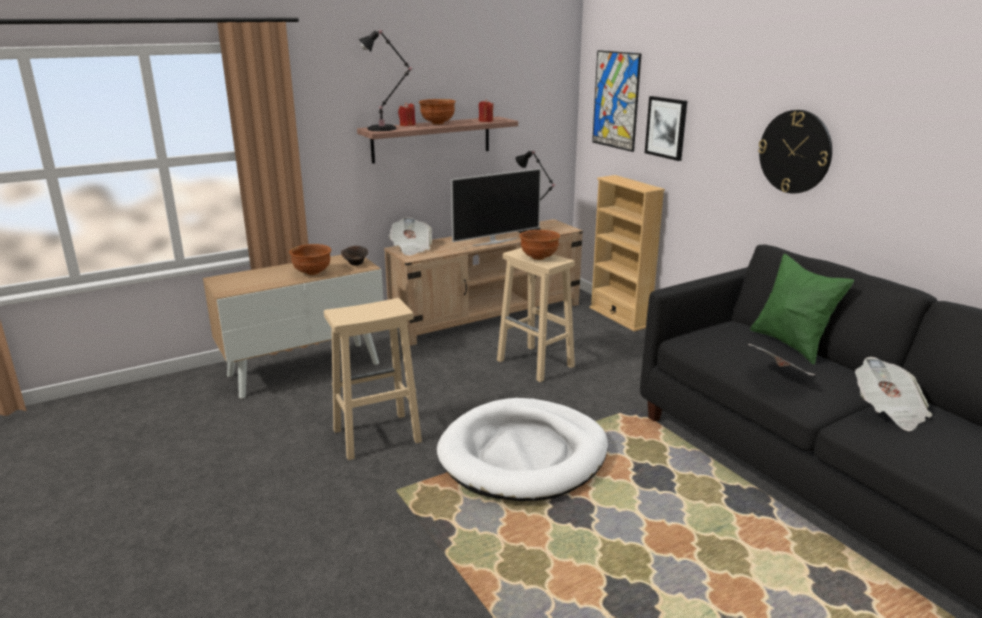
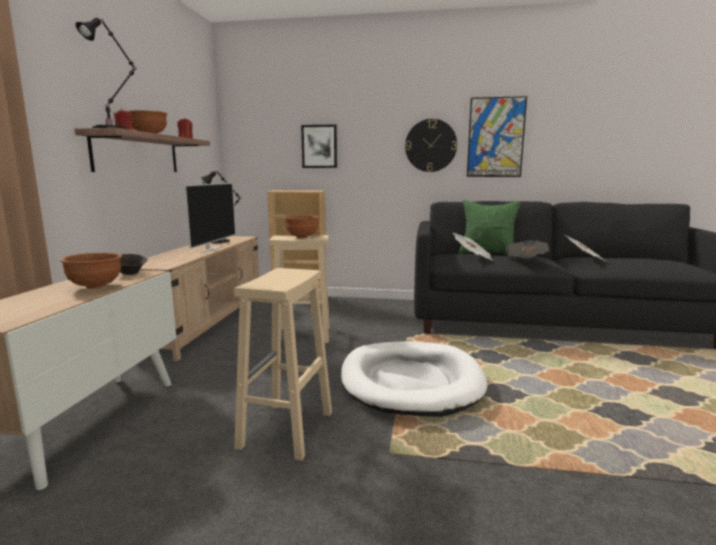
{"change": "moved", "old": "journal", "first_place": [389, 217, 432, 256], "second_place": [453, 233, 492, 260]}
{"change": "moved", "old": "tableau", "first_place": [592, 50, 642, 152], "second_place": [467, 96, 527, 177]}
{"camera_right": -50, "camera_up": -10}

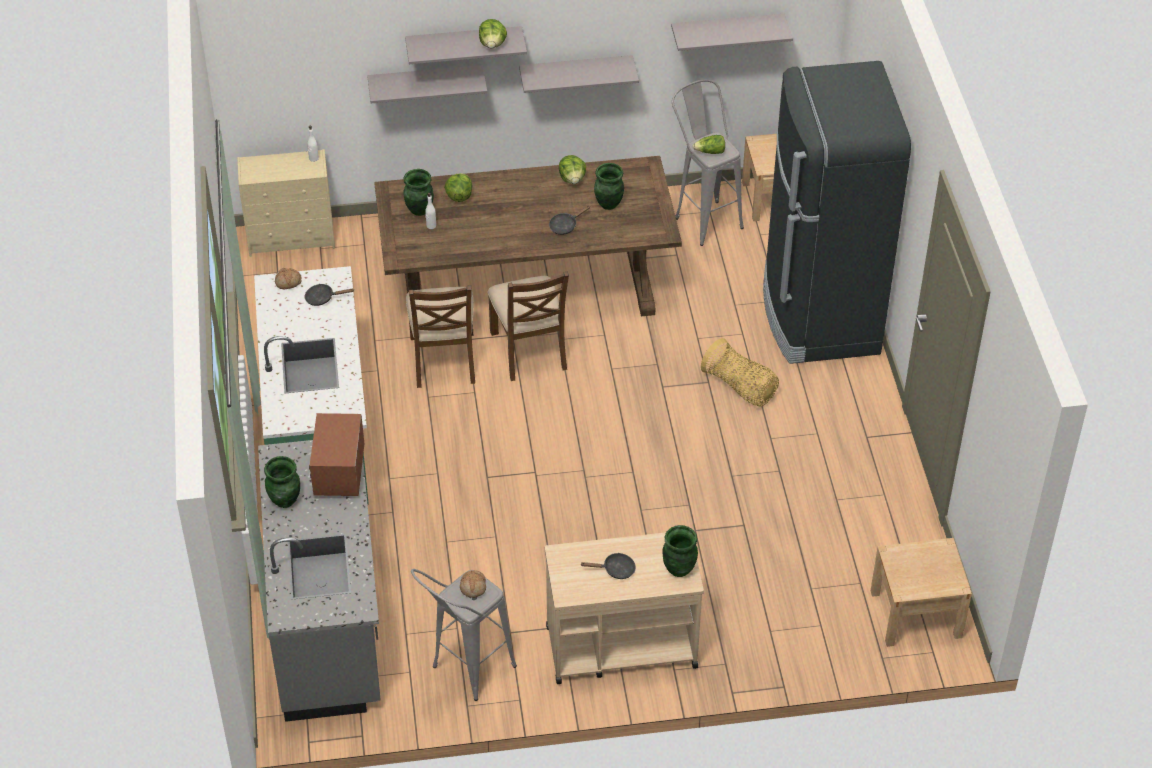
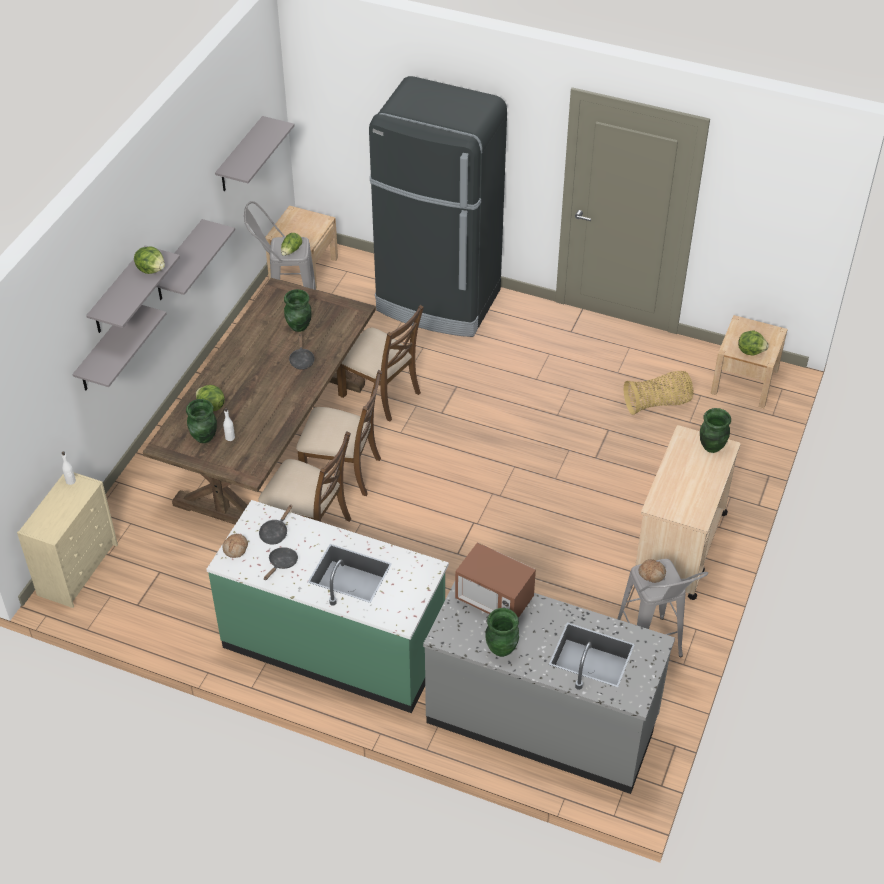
{"change": "moved", "old": "laitue", "first_place": [559, 155, 586, 184], "second_place": [738, 331, 769, 355]}
{"change": "moved", "old": "poêle (noir)", "first_place": [580, 553, 636, 579], "second_place": [264, 547, 298, 580]}
{"change": "moved", "old": "panier", "first_place": [701, 338, 779, 407], "second_place": [624, 371, 694, 415]}
{"change": "added", "new": "chaise (marron)", "second_place": [337, 305, 424, 422]}
{"camera_right": -60, "camera_up": 0}

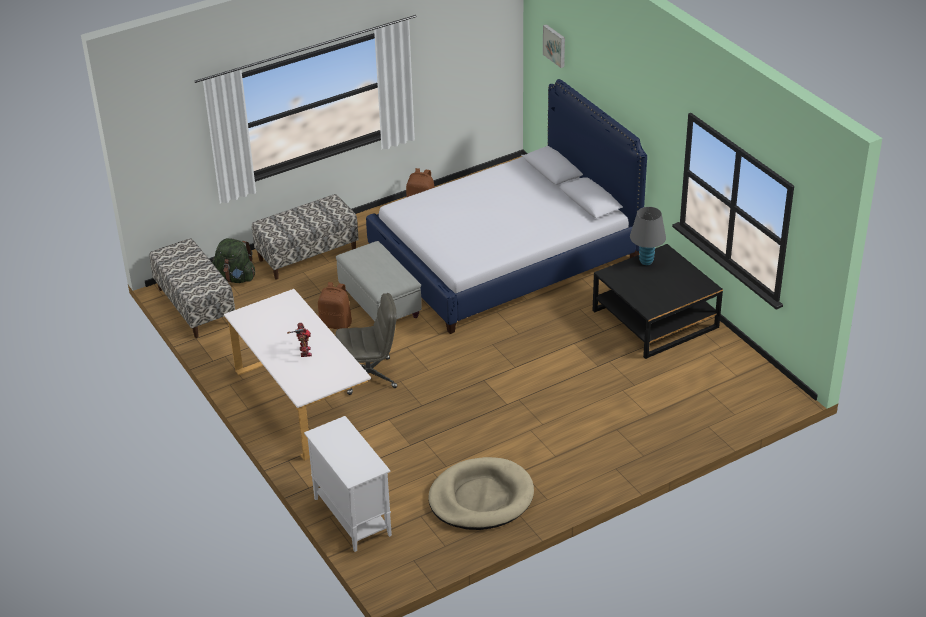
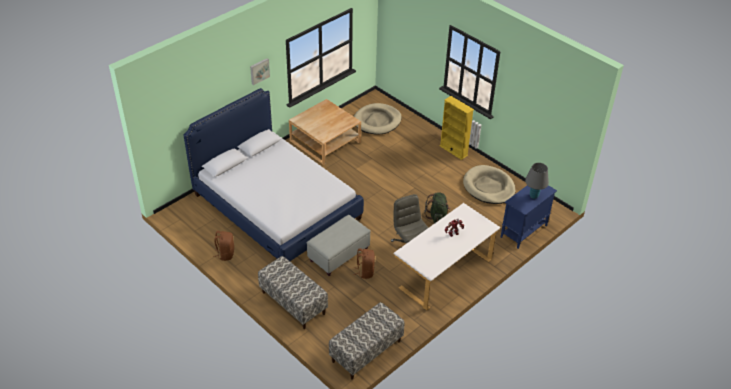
{"change": "moved", "old": "sac à dos (vert)", "first_place": [212, 238, 255, 283], "second_place": [424, 192, 451, 223]}
{"change": "recoloured", "old": "meuble de rangement (blanc)", "new": "meuble de rangement (bleu)", "first_place": [304, 416, 392, 552], "second_place": [501, 185, 557, 249]}
{"change": "moved", "old": "tableau", "first_place": [543, 24, 565, 68], "second_place": [250, 58, 270, 85]}
{"change": "recoloured", "old": "table basse (noir)", "new": "table basse (beige)", "first_place": [592, 244, 723, 359], "second_place": [289, 99, 361, 165]}
{"change": "moved", "old": "lampe de table (gris)", "first_place": [630, 207, 666, 265], "second_place": [525, 163, 549, 199]}
{"change": "added", "new": "panier pour chien (beige)", "second_place": [354, 103, 402, 134]}
{"change": "added", "new": "bibliothèque (jaune)", "second_place": [440, 96, 474, 160]}
{"camera_right": -105, "camera_up": 5}

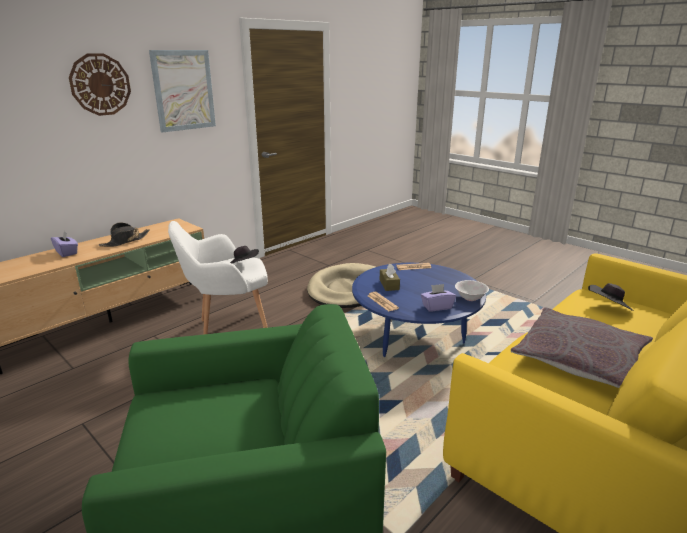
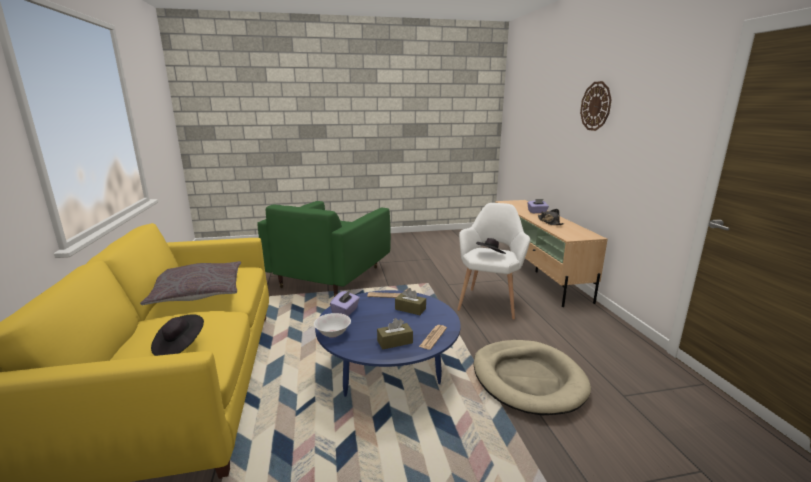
{"change": "removed", "old": "tableau", "first_place": [149, 50, 216, 132]}
{"change": "added", "new": "boîte à mouchoirs (marron)", "second_place": [377, 318, 413, 350]}
{"camera_right": 125, "camera_up": -5}

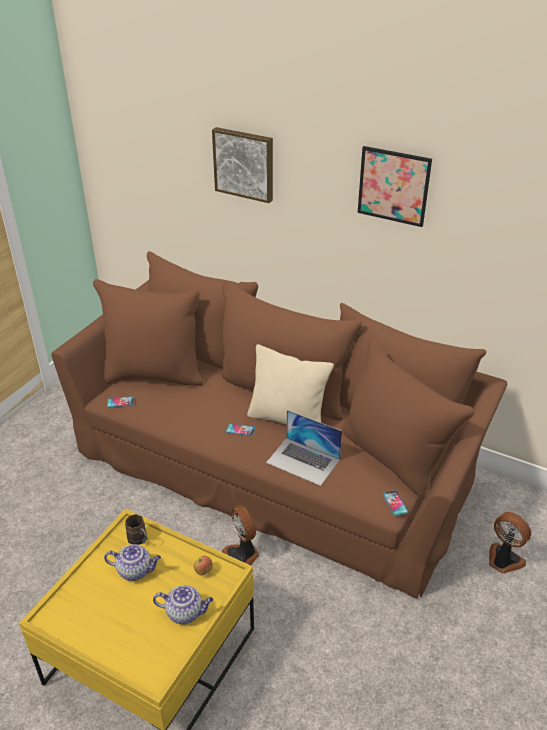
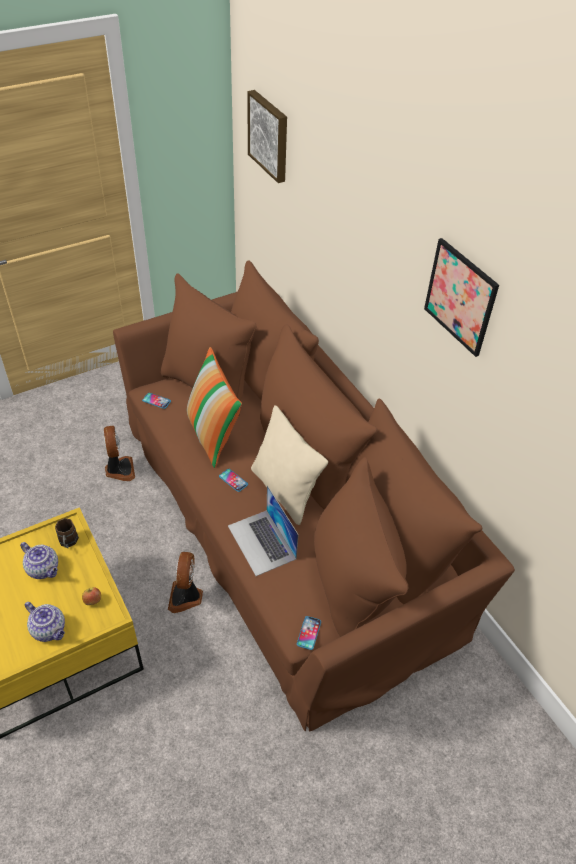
{"change": "moved", "old": "tableau", "first_place": [212, 127, 273, 203], "second_place": [247, 90, 287, 183]}
{"change": "moved", "old": "ventilateur", "first_place": [489, 512, 531, 574], "second_place": [104, 426, 135, 481]}
{"change": "added", "new": "coussin", "second_place": [187, 347, 242, 468]}
{"camera_right": 30, "camera_up": 10}

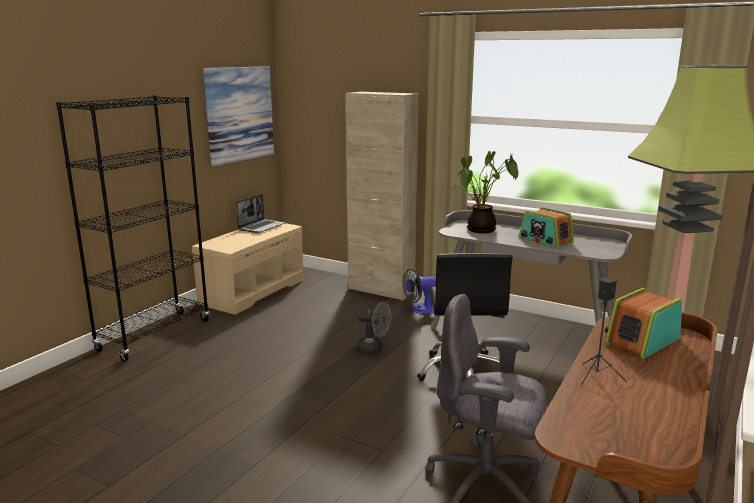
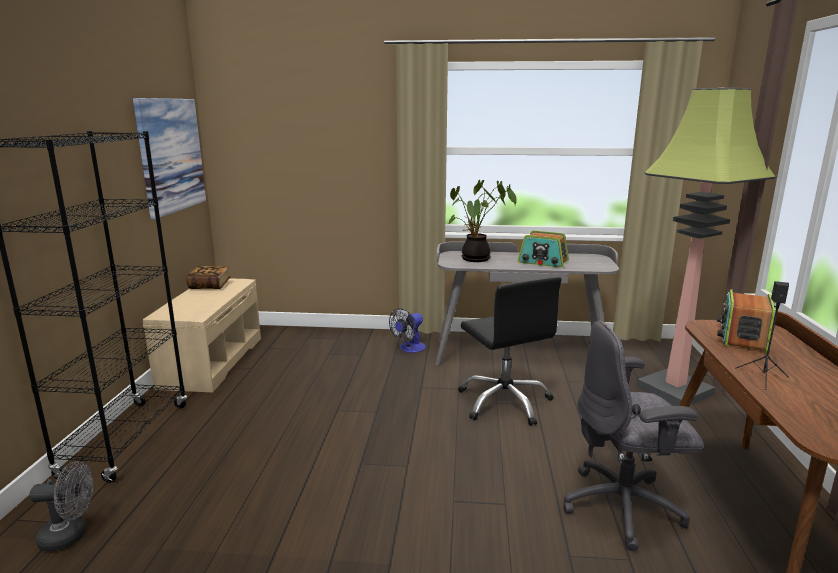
{"change": "replaced", "old": "ordinateur portable", "new": "livre", "first_place": [236, 194, 285, 233], "second_place": [186, 266, 230, 289]}
{"change": "removed", "old": "meuble de rangement (beige)", "first_place": [345, 92, 419, 301]}
{"change": "moved", "old": "ventilateur (gris)", "first_place": [356, 302, 391, 354], "second_place": [29, 461, 93, 551]}
{"camera_right": -25, "camera_up": 0}

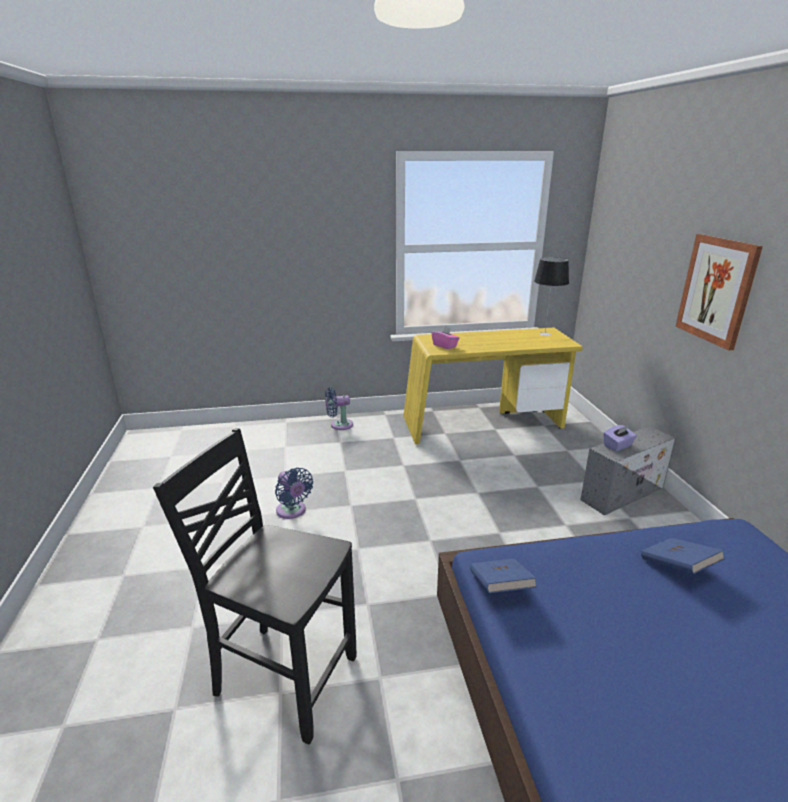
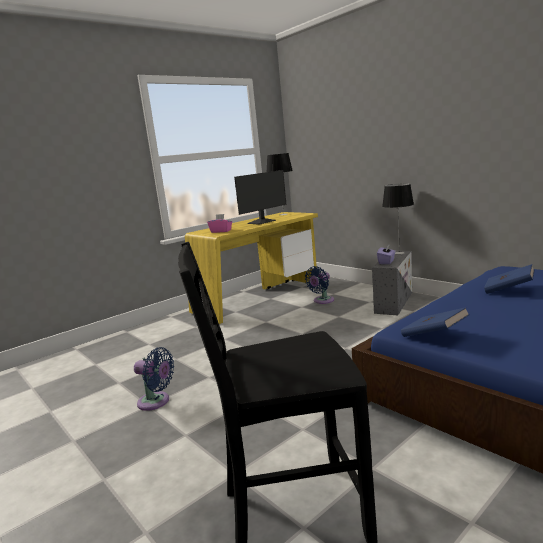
{"change": "moved", "old": "ventilateur (bleu)", "first_place": [325, 387, 353, 430], "second_place": [305, 266, 334, 304]}
{"change": "removed", "old": "tableau", "first_place": [675, 234, 763, 350]}
{"change": "added", "new": "écran d'ordinateur", "second_place": [234, 170, 286, 225]}
{"change": "added", "new": "lampe de table", "second_place": [382, 183, 414, 254]}
{"camera_right": -30, "camera_up": -10}

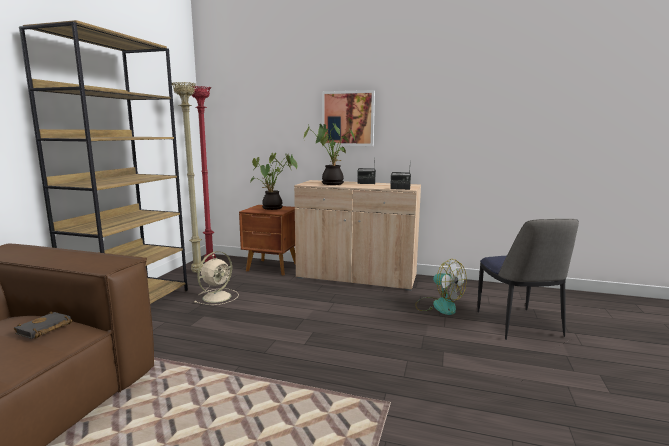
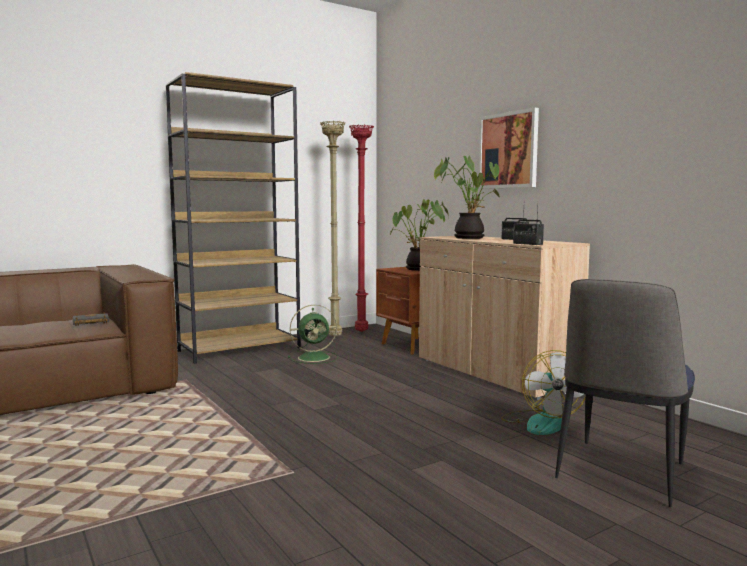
{"change": "recoloured", "old": "ventilateur (beige)", "new": "ventilateur (vert)", "first_place": [194, 251, 239, 305], "second_place": [288, 305, 338, 364]}
{"camera_right": 40, "camera_up": -5}

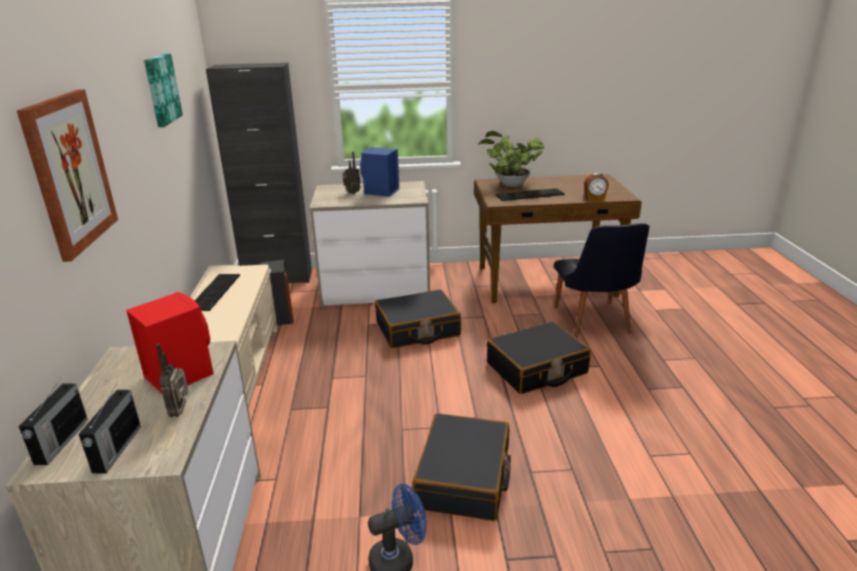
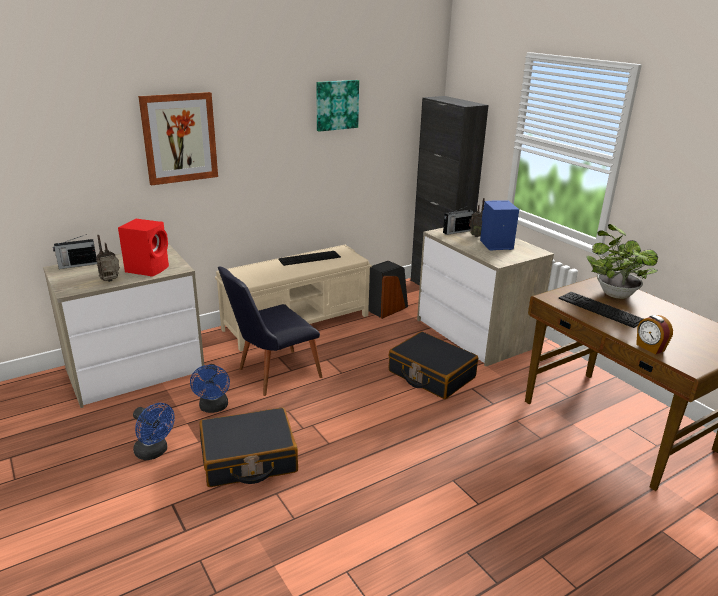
{"change": "moved", "old": "radio", "first_place": [79, 385, 141, 474], "second_place": [443, 206, 474, 235]}
{"change": "removed", "old": "valise (noir)", "first_place": [487, 322, 591, 394]}
{"change": "moved", "old": "chaise (noir)", "first_place": [554, 223, 650, 338], "second_place": [218, 266, 322, 396]}
{"change": "added", "new": "ventilateur (bleu)", "second_place": [190, 364, 230, 413]}
{"camera_right": 60, "camera_up": 0}

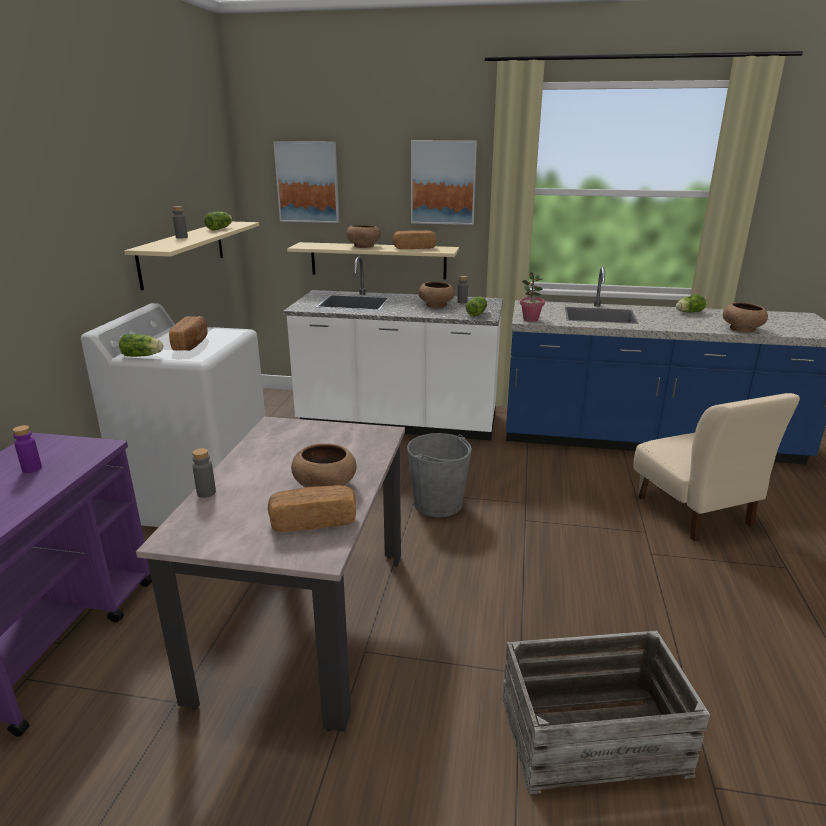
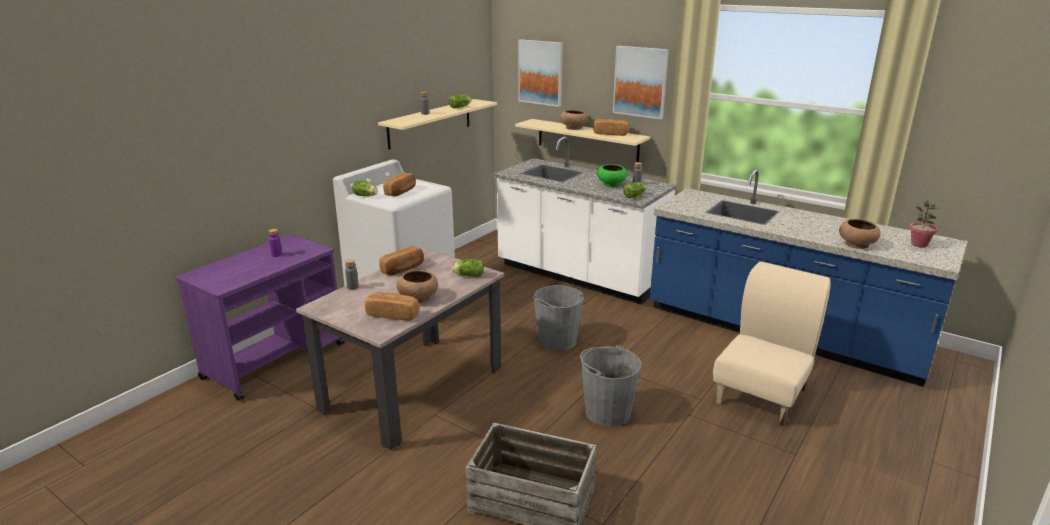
{"change": "recoloured", "old": "bol (marron)", "new": "bol (vert)", "first_place": [418, 281, 454, 308], "second_place": [597, 164, 627, 187]}
{"change": "moved", "old": "plante en pot", "first_place": [520, 272, 545, 322], "second_place": [909, 199, 938, 248]}
{"change": "turned", "old": "chaise (beige)", "first_place": [633, 393, 800, 541], "second_place": [713, 262, 831, 426], "degrees": -150}
{"change": "moved", "old": "laitue", "first_place": [676, 295, 706, 313], "second_place": [452, 259, 484, 277]}
{"change": "added", "new": "pain", "second_place": [379, 246, 424, 276]}
{"change": "added", "new": "seau (gris)", "second_place": [580, 345, 641, 427]}
{"camera_right": 25, "camera_up": 0}

